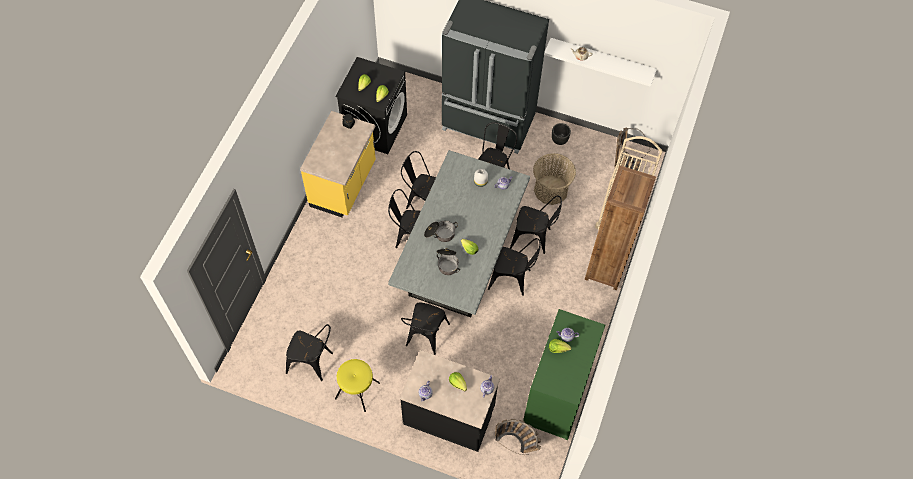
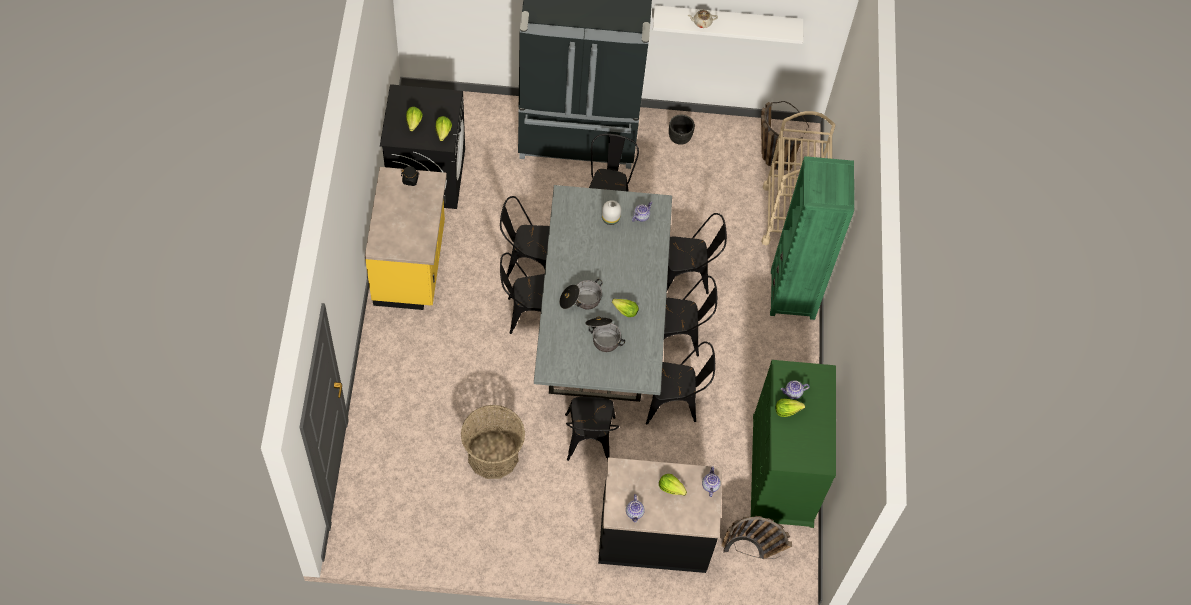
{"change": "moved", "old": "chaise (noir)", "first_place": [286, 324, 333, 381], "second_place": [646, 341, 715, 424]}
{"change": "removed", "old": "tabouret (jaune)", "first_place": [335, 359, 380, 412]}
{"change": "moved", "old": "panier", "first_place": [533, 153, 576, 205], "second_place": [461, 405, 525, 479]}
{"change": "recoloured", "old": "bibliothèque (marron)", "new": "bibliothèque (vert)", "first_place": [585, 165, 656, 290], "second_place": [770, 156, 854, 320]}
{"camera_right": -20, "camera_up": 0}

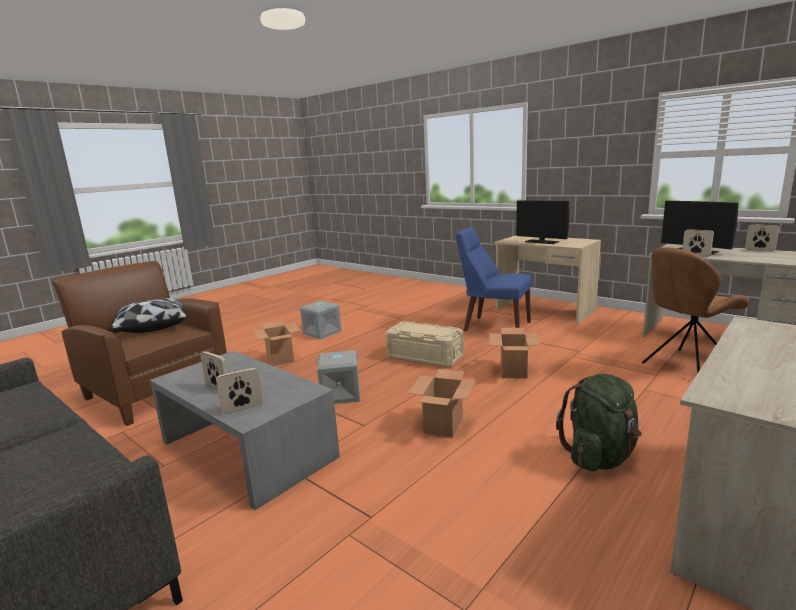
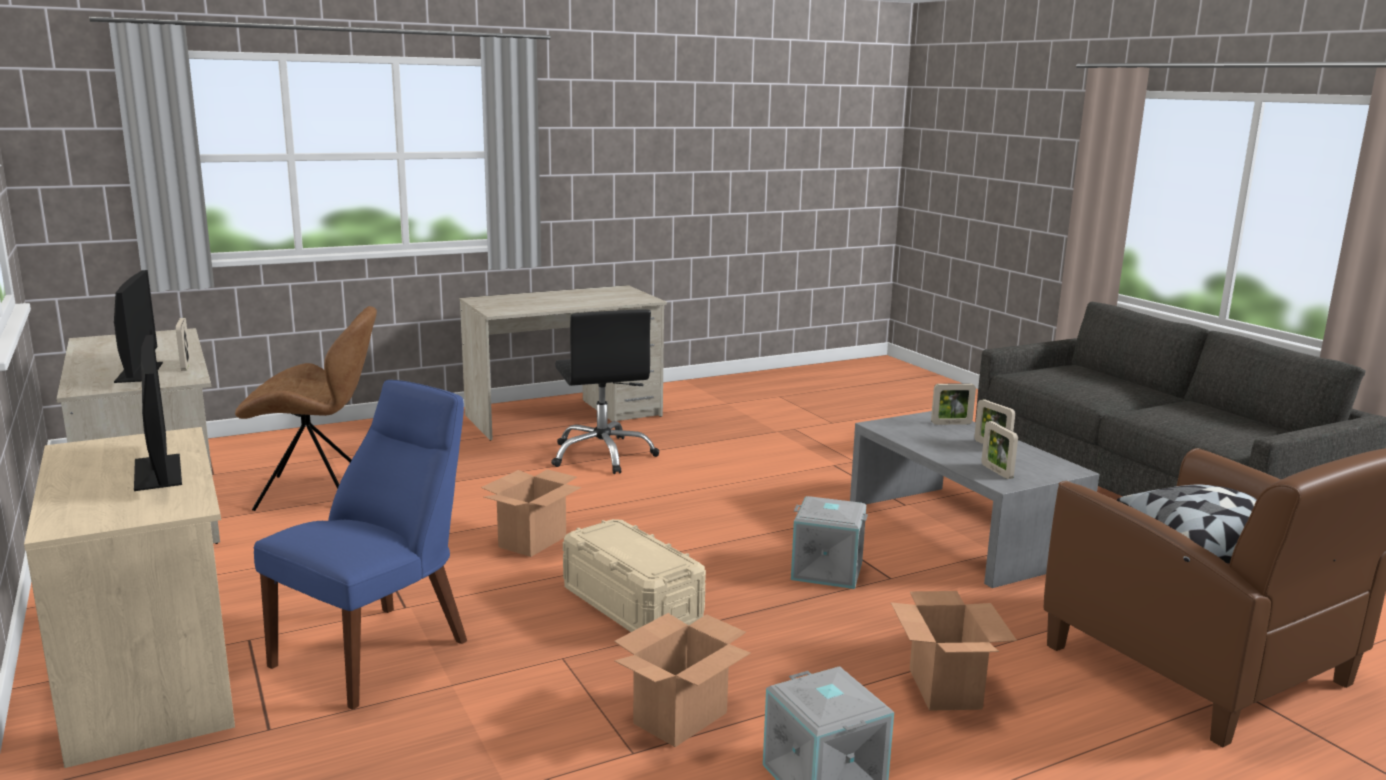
{"change": "moved", "old": "carton", "first_place": [408, 369, 476, 438], "second_place": [614, 613, 751, 747]}
{"change": "turned", "old": "chaise (bleu)", "first_place": [456, 227, 532, 331], "second_place": [254, 380, 467, 710], "degrees": -105}
{"change": "replaced", "old": "sac à dos (vert)", "new": "chaise de bureau (noir)", "first_place": [556, 373, 642, 471], "second_place": [551, 309, 659, 474]}
{"change": "moved", "old": "cadre photo", "first_place": [745, 224, 779, 251], "second_place": [982, 421, 1018, 479]}
{"camera_right": -160, "camera_up": 0}

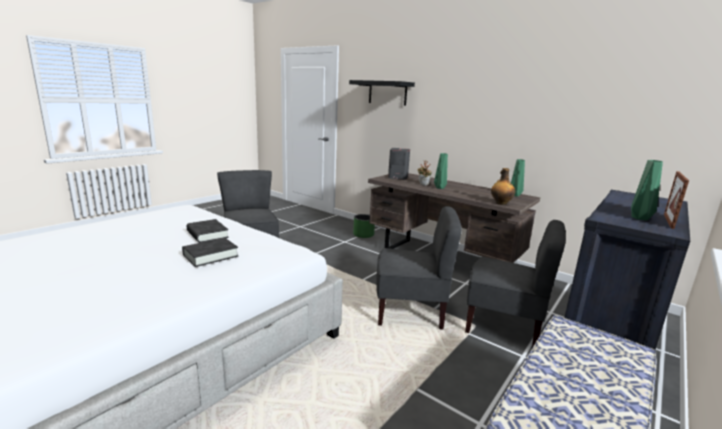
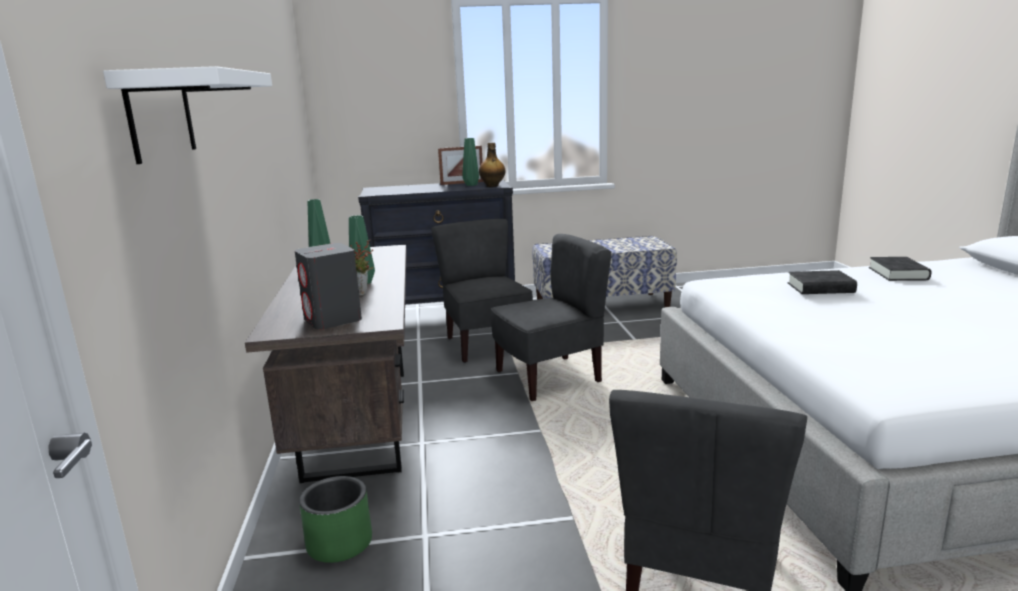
{"change": "moved", "old": "livre (noir)", "first_place": [187, 219, 229, 243], "second_place": [869, 257, 931, 281]}
{"change": "recoloured", "old": "étagère (noir)", "new": "étagère (blanc)", "first_place": [349, 80, 415, 105], "second_place": [103, 66, 272, 164]}
{"change": "turned", "old": "chaise (gris)", "first_place": [376, 206, 462, 330], "second_place": [491, 234, 611, 401], "degrees": 105}
{"change": "moved", "old": "bouteille", "first_place": [491, 168, 515, 205], "second_place": [479, 143, 505, 187]}
{"camera_right": -135, "camera_up": 0}

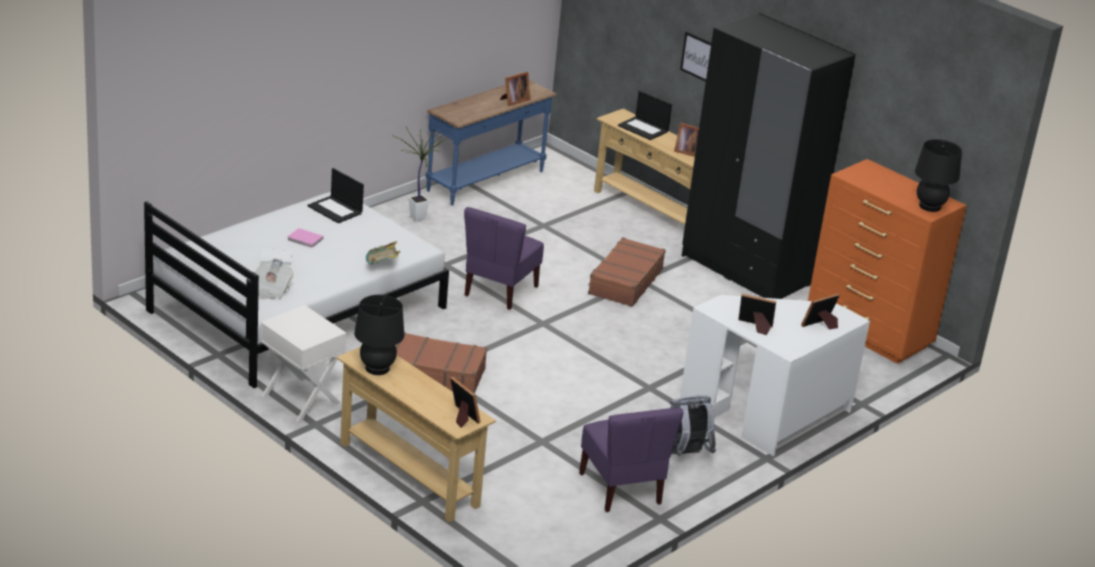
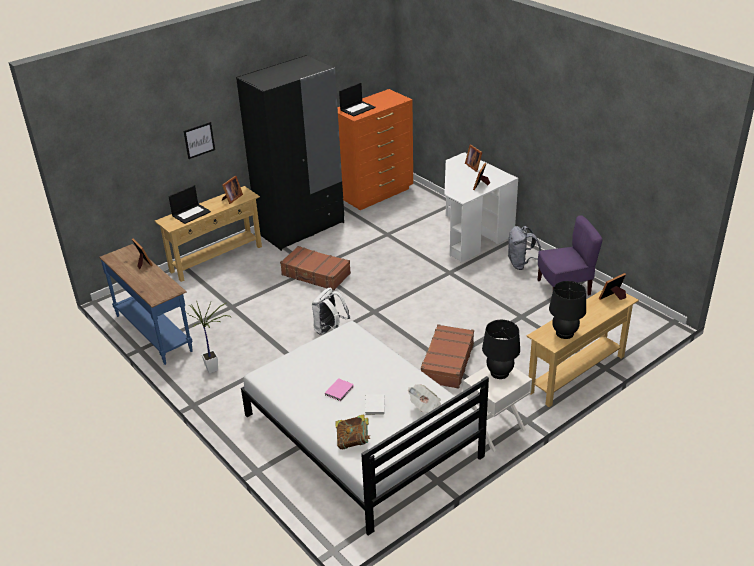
{"change": "moved", "old": "ordinateur portable", "first_place": [307, 168, 364, 223], "second_place": [339, 83, 376, 116]}
{"change": "moved", "old": "livre", "first_place": [366, 241, 400, 265], "second_place": [335, 414, 370, 449]}
{"change": "replaced", "old": "chaise (violet)", "new": "sac à dos (blanc)", "first_place": [464, 207, 544, 310], "second_place": [312, 288, 350, 335]}
{"change": "moved", "old": "lampe de table (noir)", "first_place": [915, 139, 962, 212], "second_place": [482, 320, 520, 379]}
{"camera_right": -80, "camera_up": 5}

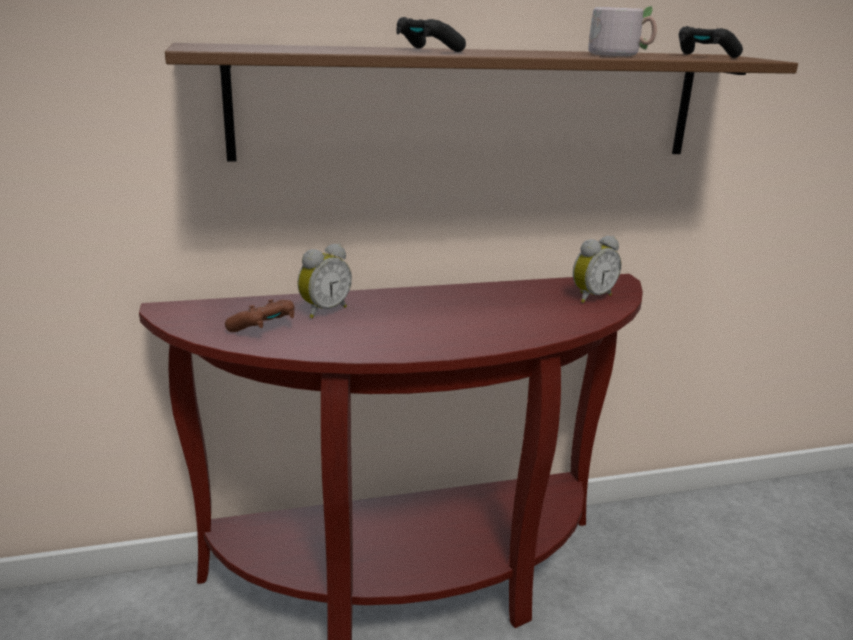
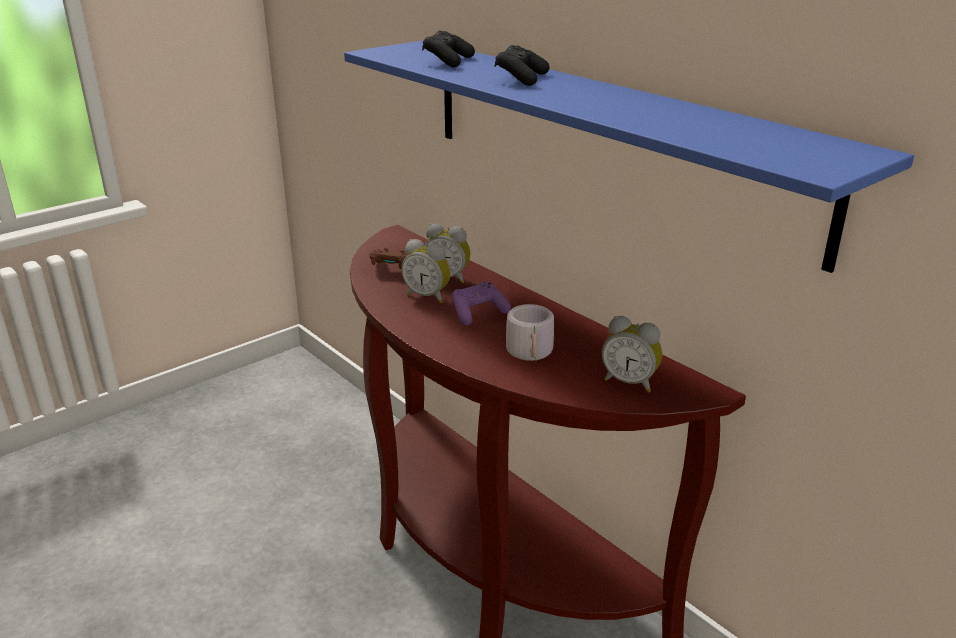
{"change": "recoloured", "old": "étagère (marron)", "new": "étagère (bleu)", "first_place": [165, 43, 798, 162], "second_place": [344, 40, 914, 273]}
{"change": "moved", "old": "mug (gris)", "first_place": [588, 6, 657, 56], "second_place": [506, 304, 554, 361]}
{"change": "moved", "old": "manette (noir)", "first_place": [679, 26, 743, 58], "second_place": [422, 31, 475, 67]}
{"change": "added", "new": "réveil", "second_place": [401, 239, 451, 303]}
{"change": "added", "new": "manette (violet)", "second_place": [452, 281, 511, 326]}
{"camera_right": 65, "camera_up": 5}

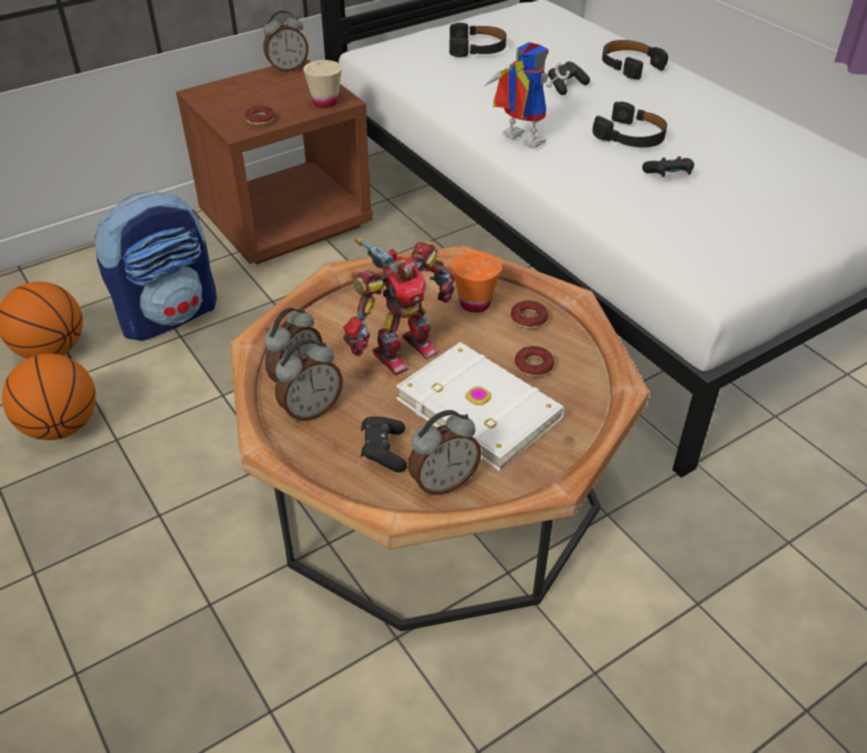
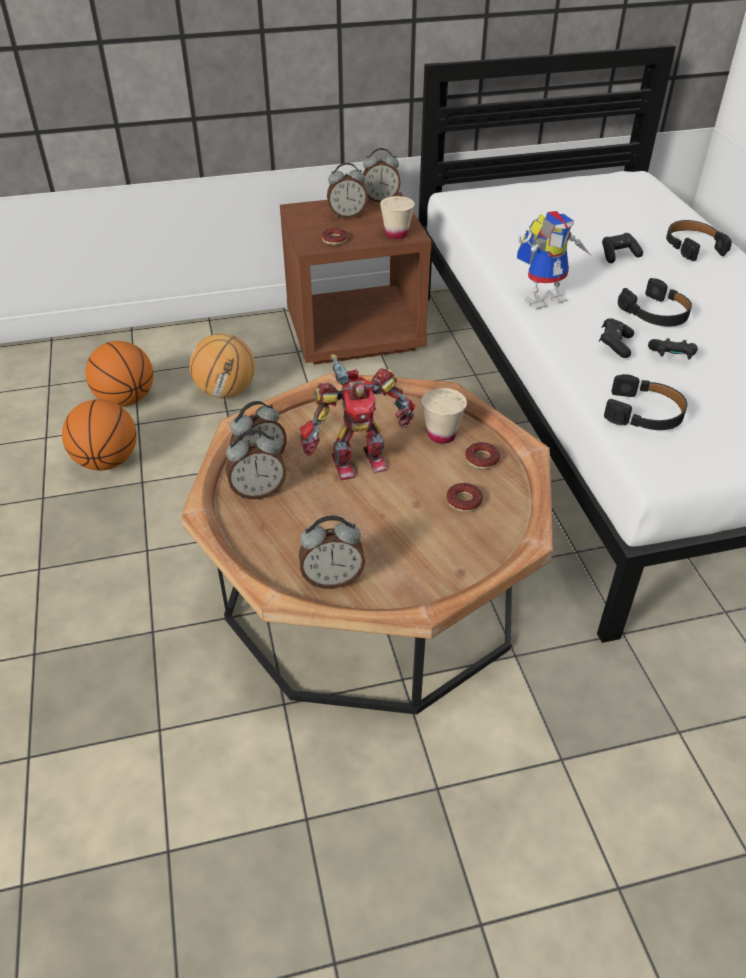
{"change": "replaced", "old": "sac à dos", "new": "ballon de basket", "first_place": [94, 191, 217, 341], "second_place": [189, 333, 255, 398]}
{"change": "moved", "old": "manette (noir)", "first_place": [361, 416, 407, 472], "second_place": [599, 318, 634, 358]}
{"change": "removed", "old": "livre (blanc)", "first_place": [396, 342, 565, 471]}
{"change": "moved", "old": "casque audio (noir)", "first_place": [449, 23, 506, 57], "second_place": [604, 374, 687, 430]}
{"change": "recoloured", "old": "tasse (orange)", "new": "tasse (beige)", "first_place": [452, 252, 502, 313], "second_place": [421, 388, 467, 444]}
{"change": "turned", "old": "robot jouet", "first_place": [485, 42, 570, 148], "second_place": [517, 211, 590, 310], "degrees": 90}
{"change": "added", "new": "réveil", "second_place": [327, 163, 368, 218]}
{"camera_right": 20, "camera_up": 0}

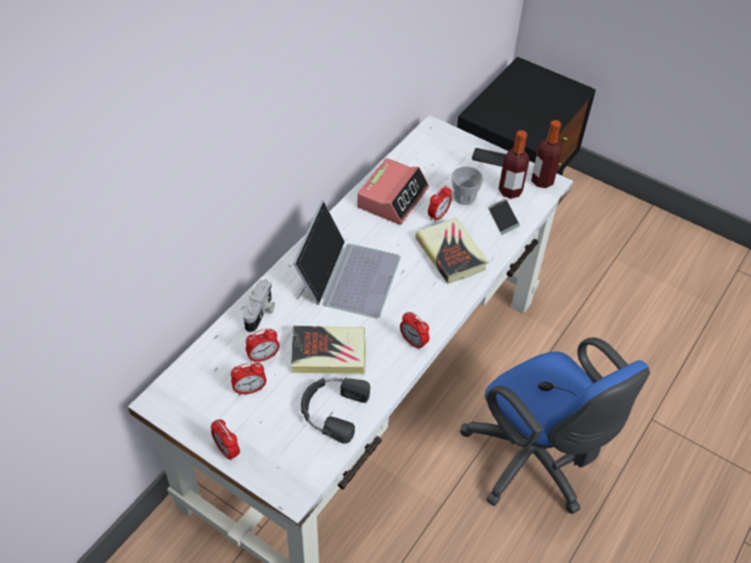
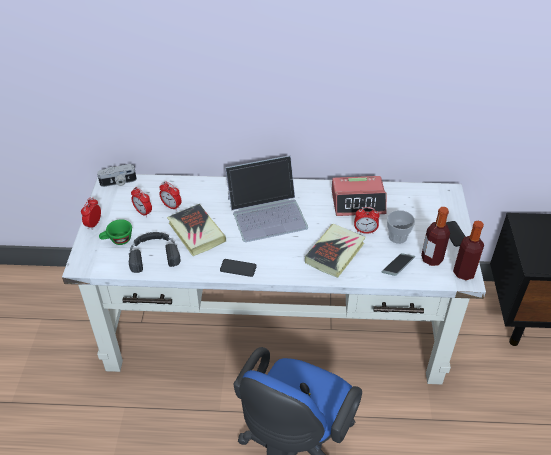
{"change": "moved", "old": "appareil photo", "first_place": [243, 279, 275, 333], "second_place": [97, 164, 137, 187]}
{"change": "replaced", "old": "réveil", "new": "téléphone", "first_place": [400, 312, 429, 350], "second_place": [220, 259, 257, 277]}
{"change": "added", "new": "tasse (vert)", "second_place": [99, 219, 132, 245]}
{"camera_right": 60, "camera_up": -5}

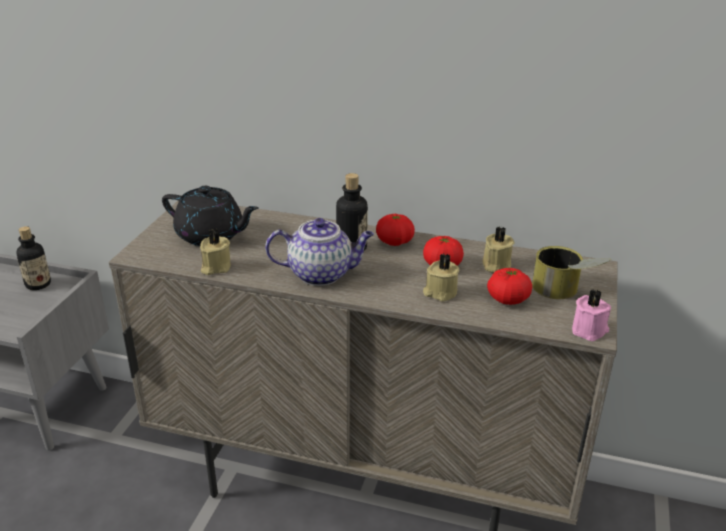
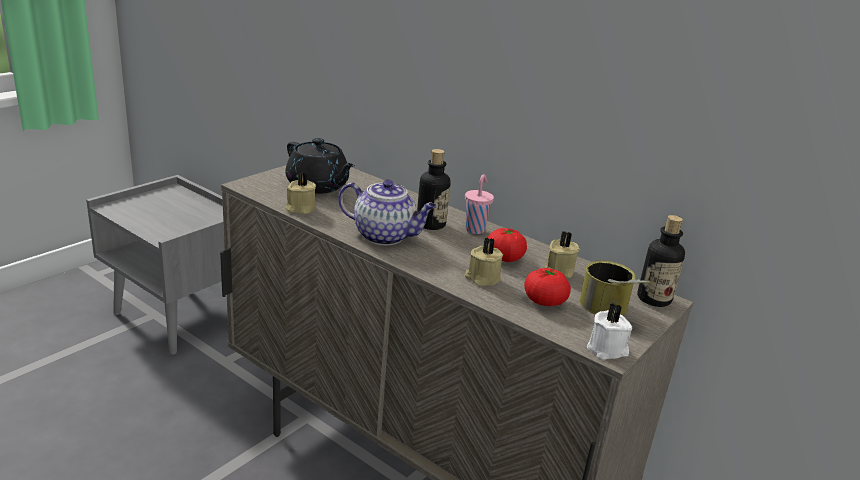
{"change": "moved", "old": "bouteille", "first_place": [16, 226, 51, 290], "second_place": [637, 215, 685, 307]}
{"change": "replaced", "old": "tomate", "new": "tasse (rose)", "first_place": [376, 214, 415, 246], "second_place": [465, 174, 494, 234]}
{"change": "recoloured", "old": "bougie (rose)", "new": "bougie (blanc)", "first_place": [572, 289, 611, 341], "second_place": [587, 303, 632, 359]}
{"camera_right": 20, "camera_up": -5}

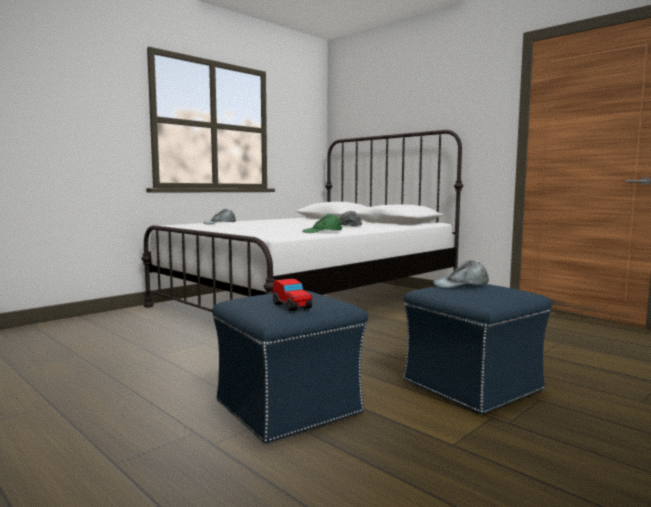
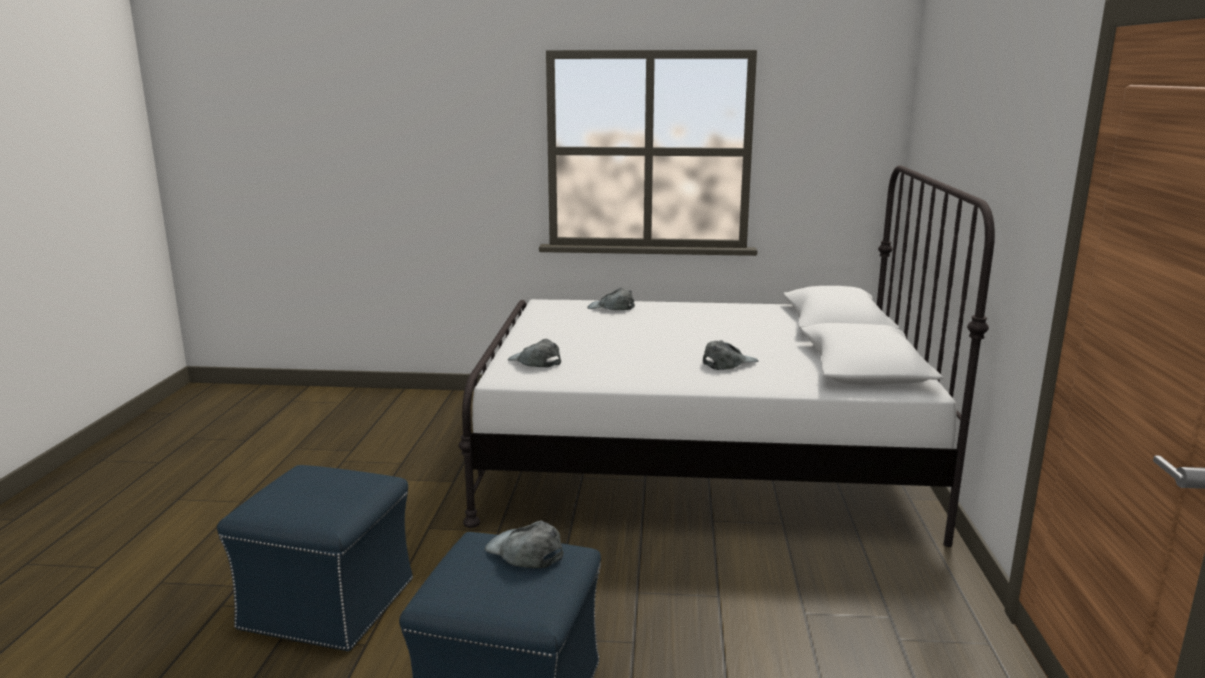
{"change": "removed", "old": "petite voiture", "first_place": [273, 279, 313, 311]}
{"change": "removed", "old": "casquette (vert)", "first_place": [302, 214, 342, 233]}
{"change": "added", "new": "casquette (gris)", "second_place": [508, 338, 561, 367]}
{"camera_right": 50, "camera_up": 10}

